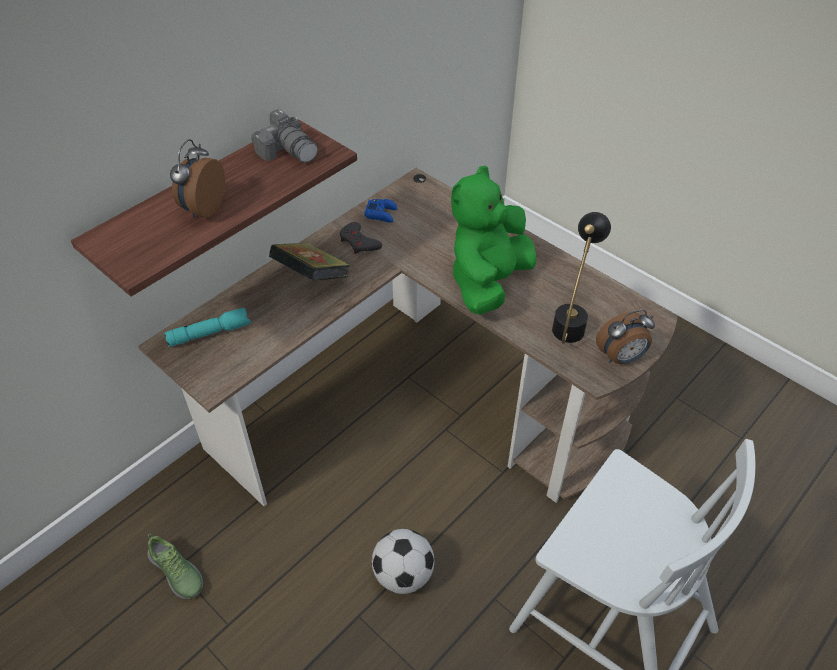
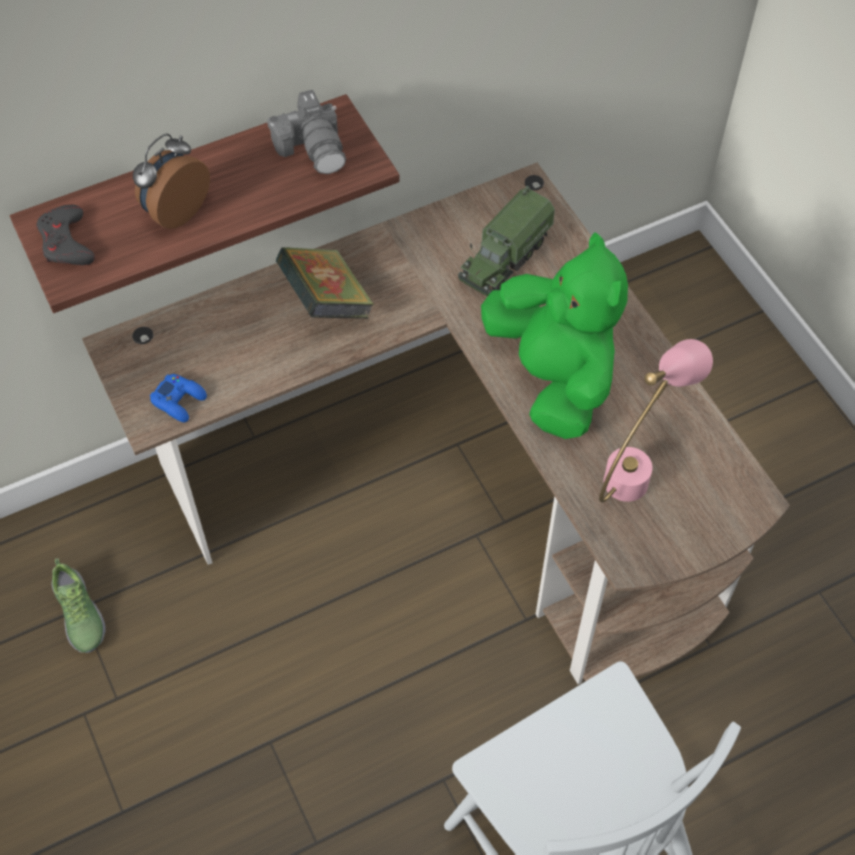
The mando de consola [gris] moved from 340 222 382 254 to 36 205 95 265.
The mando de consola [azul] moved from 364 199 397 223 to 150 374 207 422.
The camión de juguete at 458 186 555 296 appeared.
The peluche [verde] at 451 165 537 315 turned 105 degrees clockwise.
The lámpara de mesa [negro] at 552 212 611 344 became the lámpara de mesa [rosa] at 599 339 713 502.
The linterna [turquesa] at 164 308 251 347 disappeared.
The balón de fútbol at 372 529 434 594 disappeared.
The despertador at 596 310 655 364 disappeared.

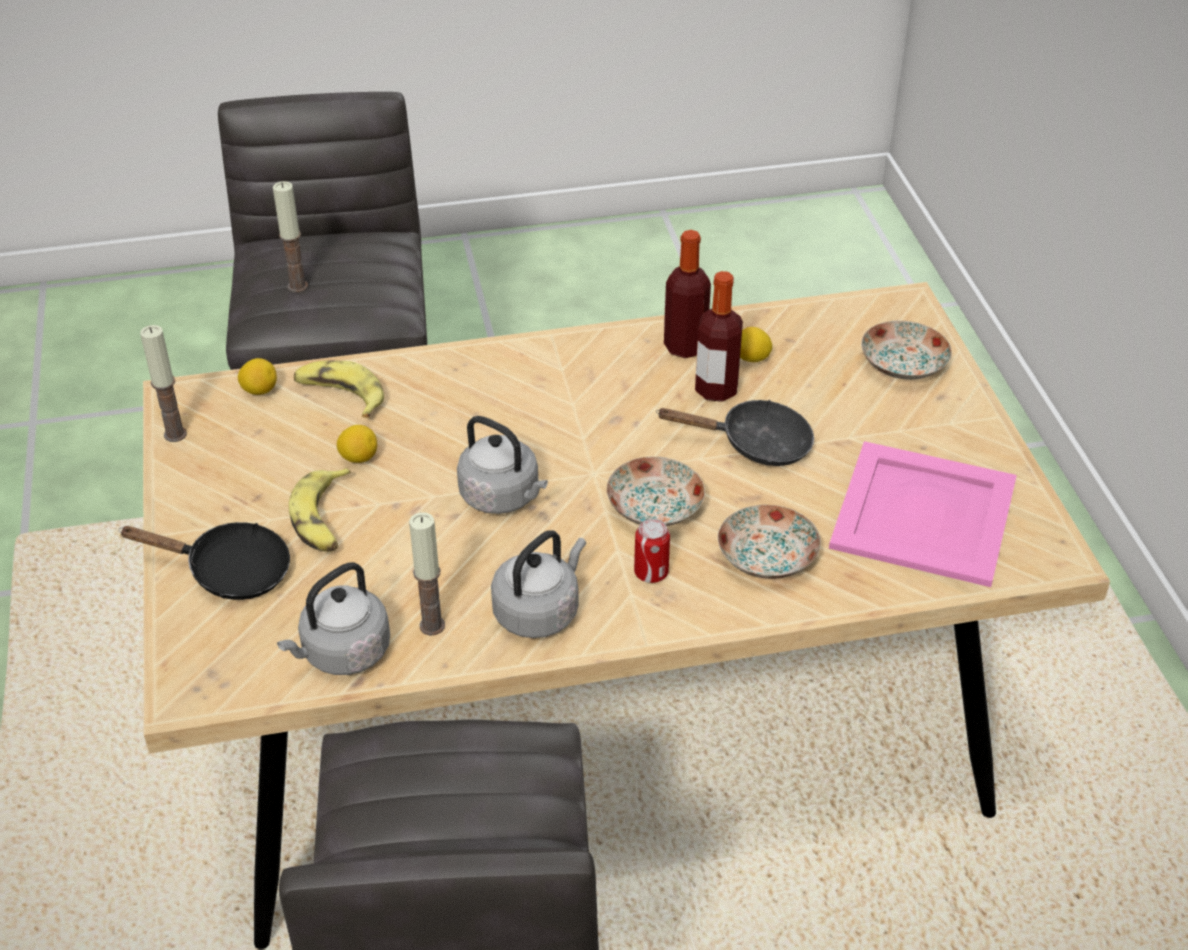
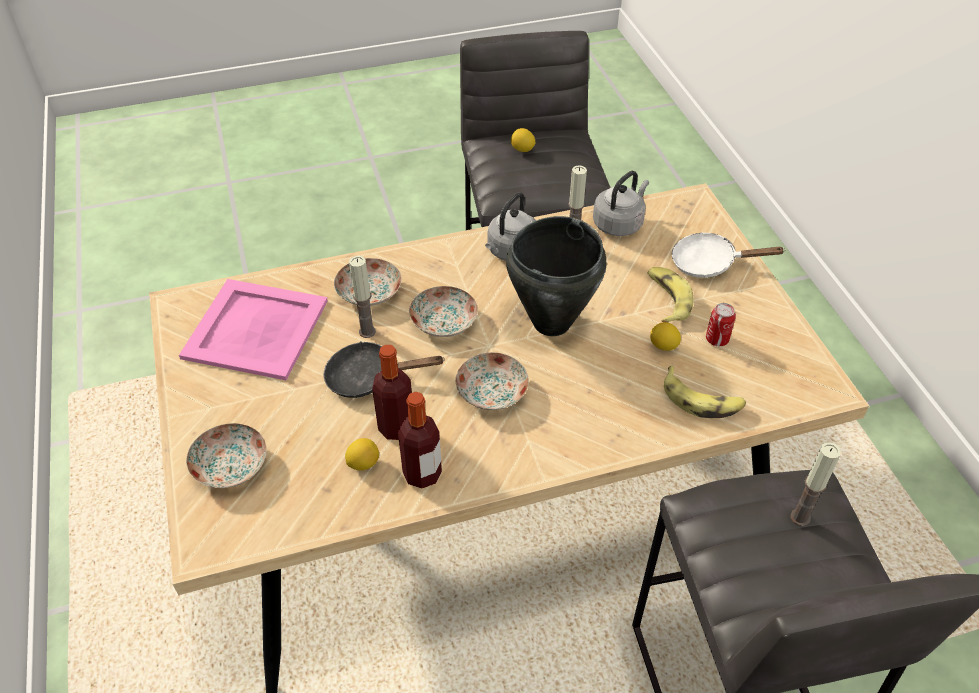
The vela moved from 140 325 187 442 to 349 256 376 338.
The plato at 456 352 529 410 appeared.
The hervidor [gris] at 457 416 548 514 was replaced by the olla [negro] at 506 216 606 336.
The limón moved from 238 358 277 395 to 511 128 536 152.
The sartén [negro] at 119 522 290 600 became the sartén [blanco] at 672 232 784 278.
The lata moved from 634 519 670 583 to 706 303 736 346.

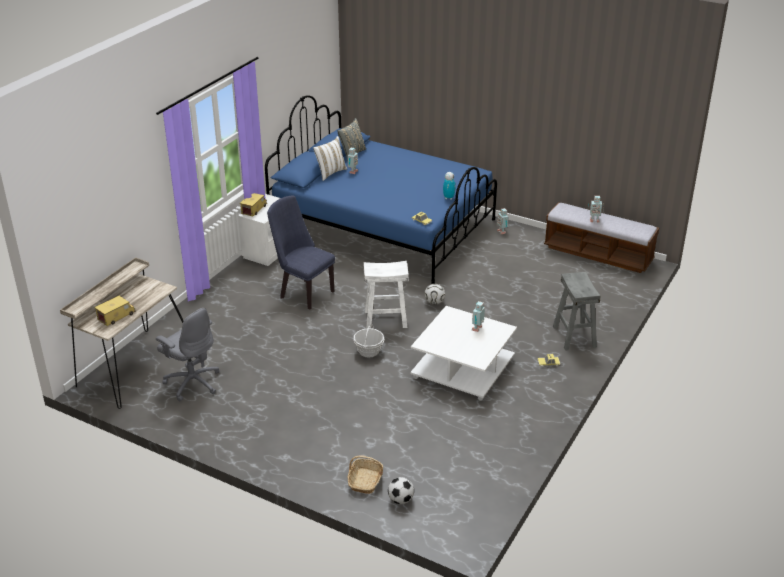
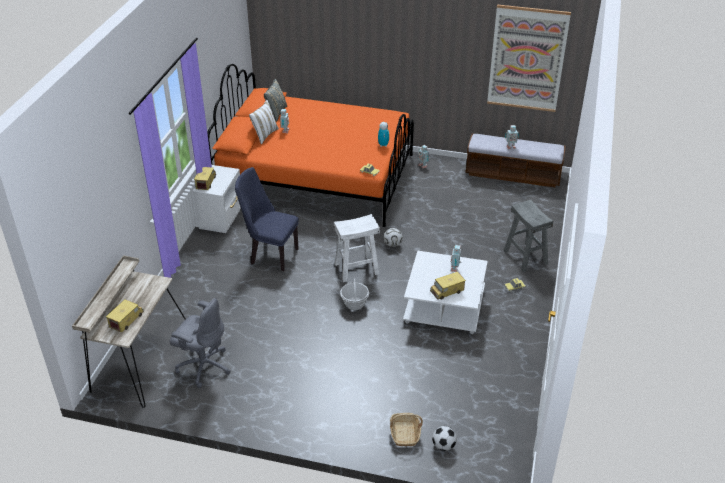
The cama [azul] at 265 95 497 284 became the cama [naranja] at 207 64 414 227.
The camión de juguete at 430 271 466 300 appeared.
The cuadro at 487 5 571 112 appeared.

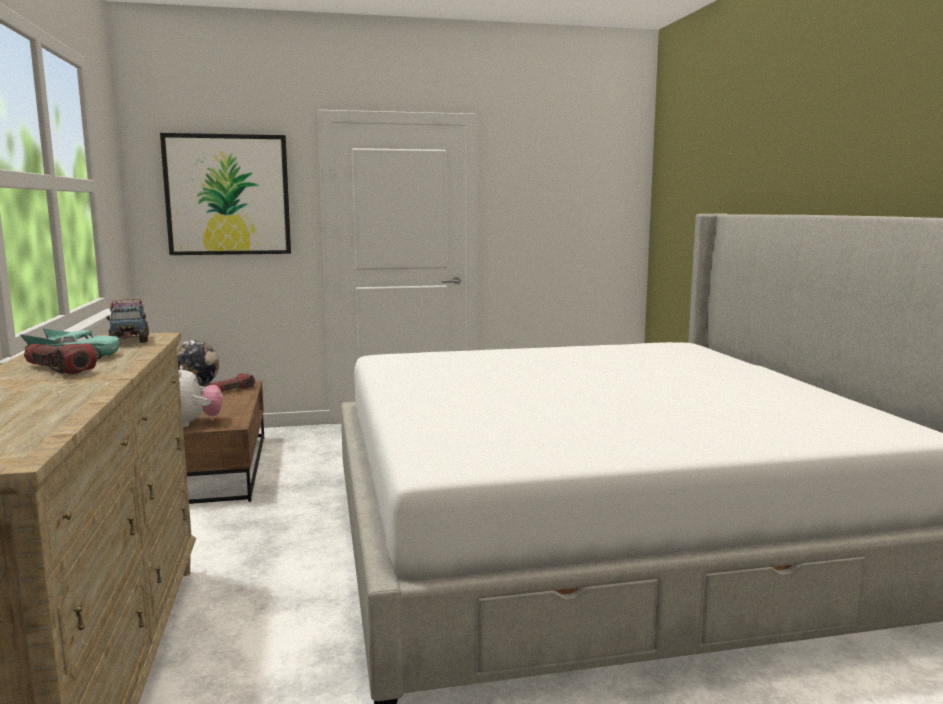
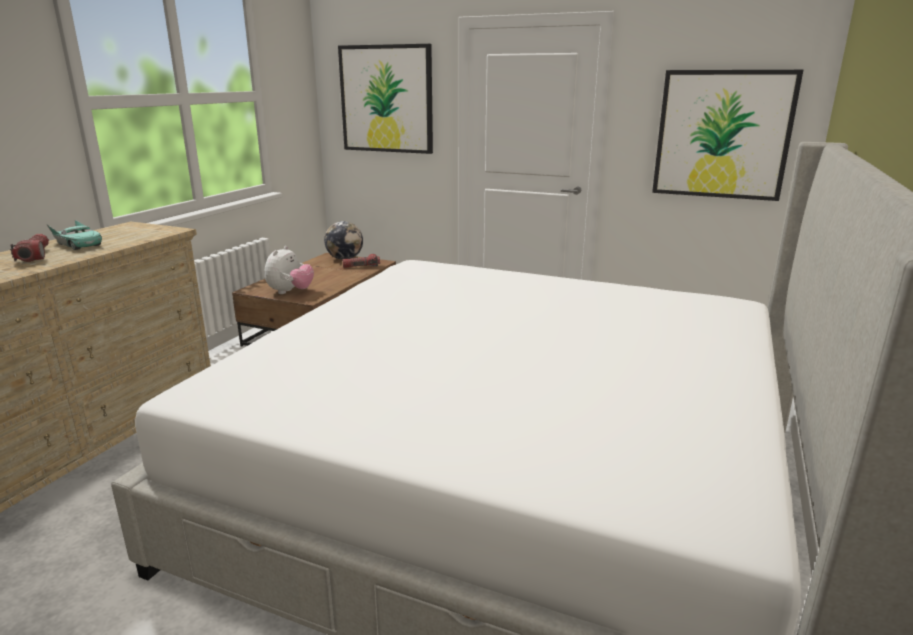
The cuadro at 652 70 803 201 appeared.
The camión de juguete at 107 299 149 343 disappeared.

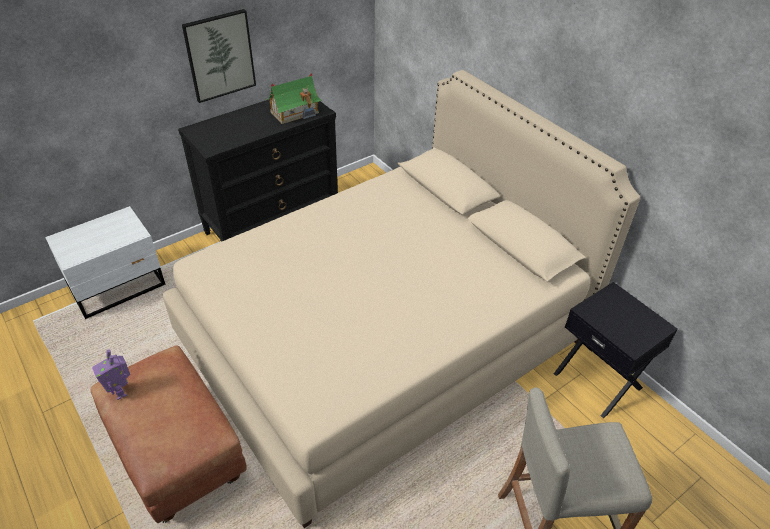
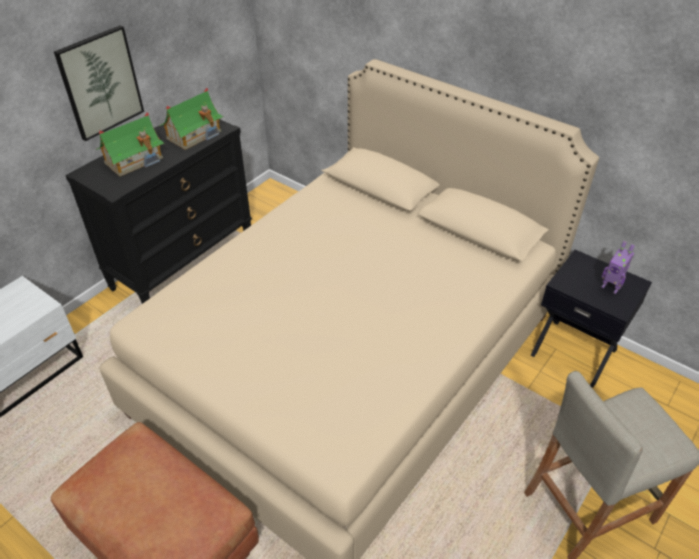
The casita at 96 113 165 176 appeared.
The robot de juguete moved from 92 349 130 400 to 602 241 635 294.

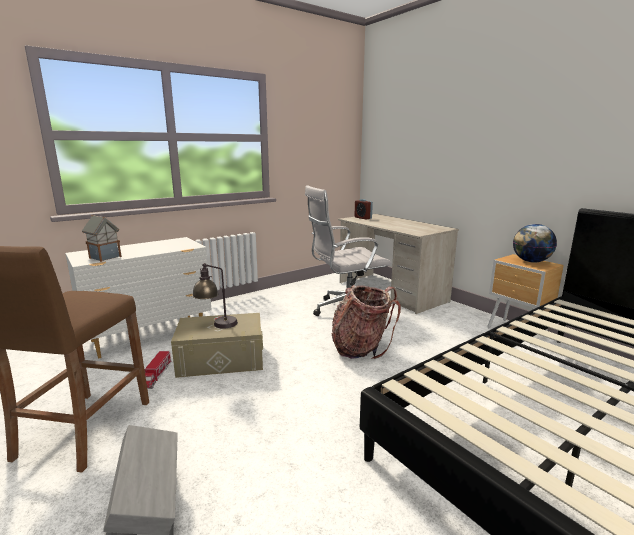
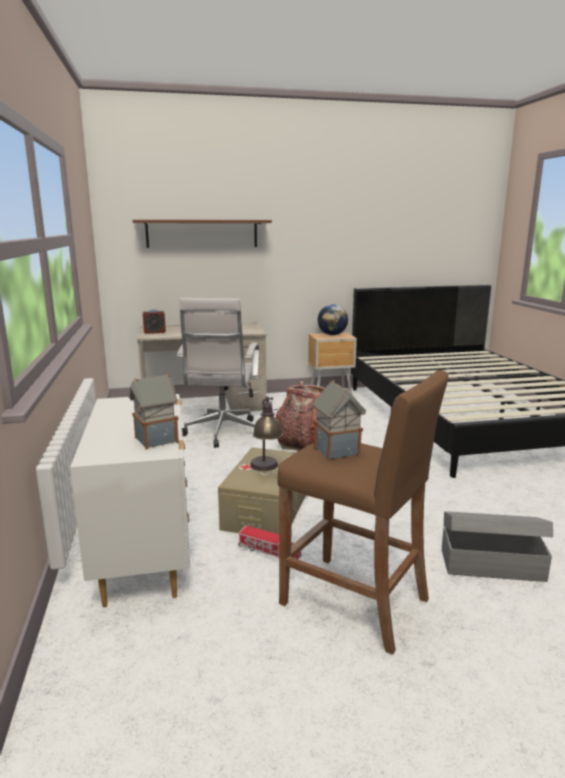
The estante [marrón] at 133 220 272 248 appeared.
The casita at 312 380 366 460 appeared.

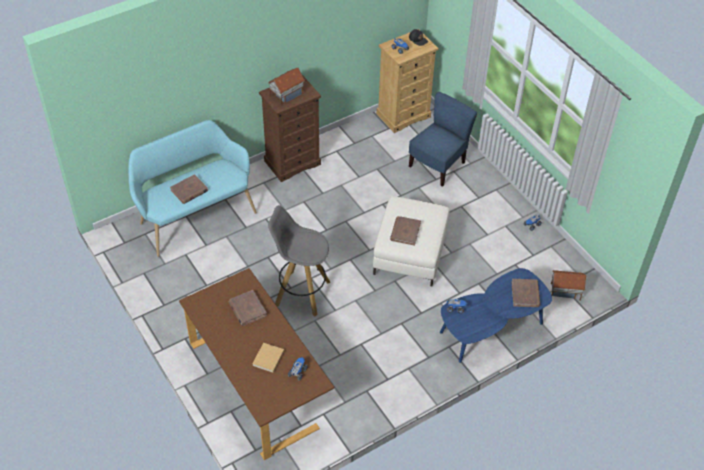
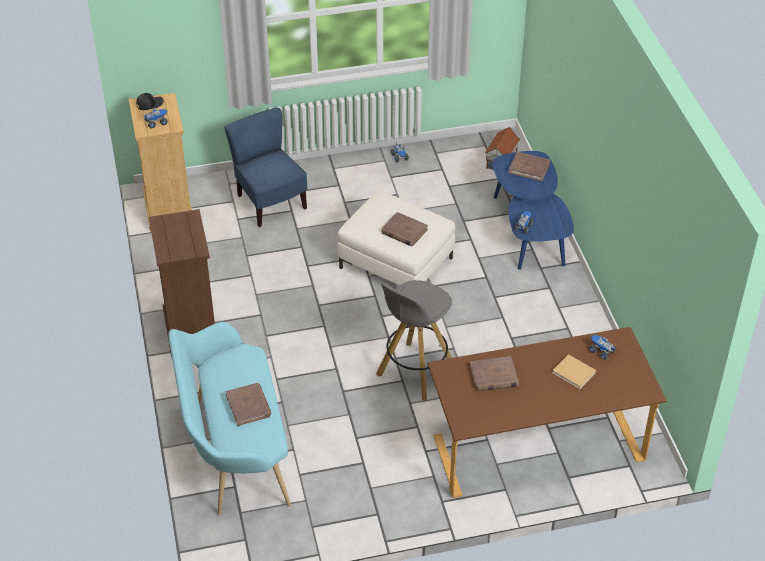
The casita at 268 68 305 105 disappeared.

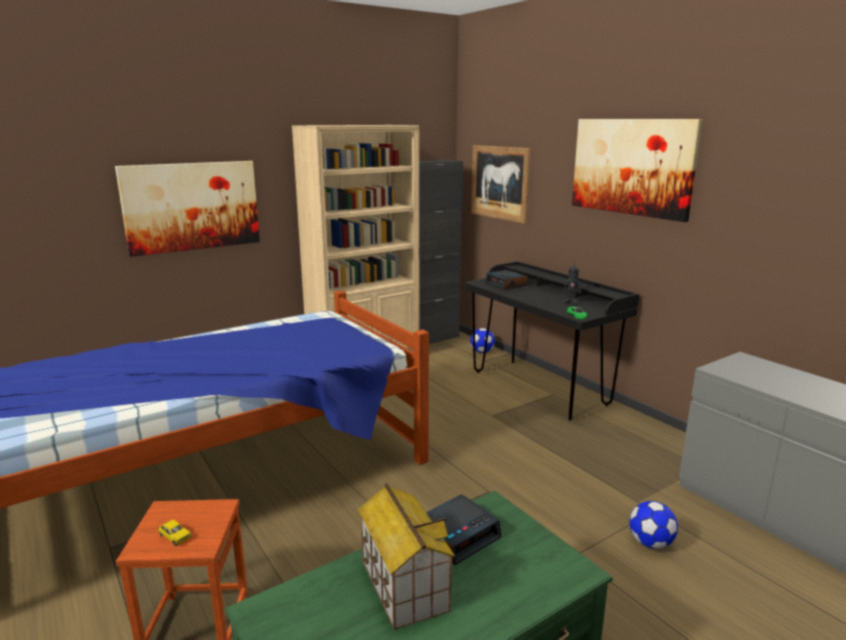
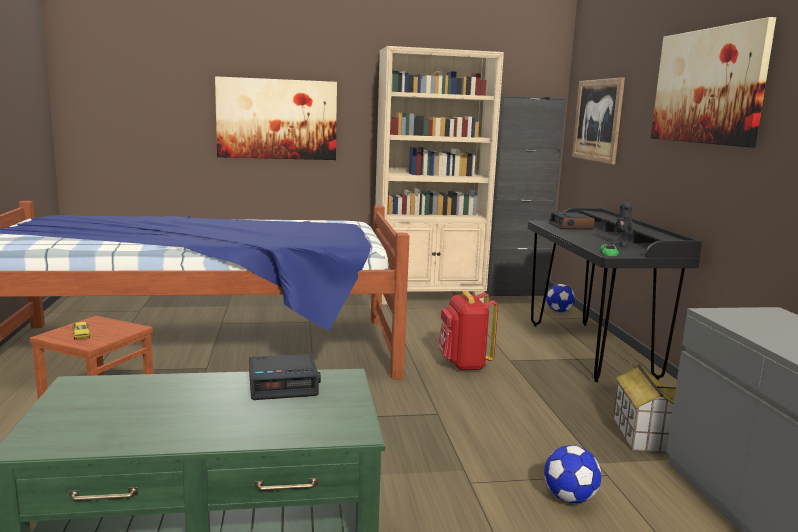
The mochila [rojo] at 438 291 498 371 appeared.
The casita moved from 358 483 455 630 to 613 365 676 453.

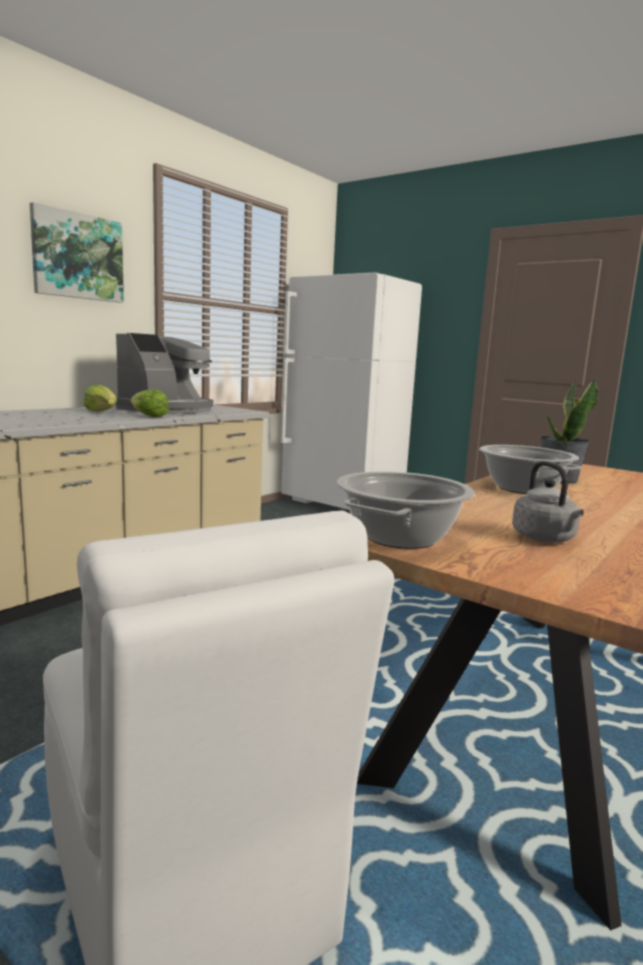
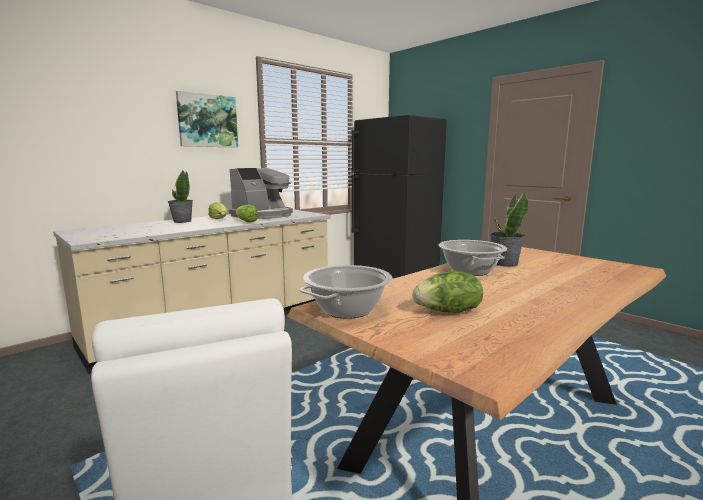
The planta en maceta at 168 171 193 223 appeared.
The nevera [blanco] at 281 272 422 515 became the nevera [negro] at 351 115 447 278.
The hervidor [gris] at 512 461 584 542 was replaced by the lechuga at 413 271 483 313.

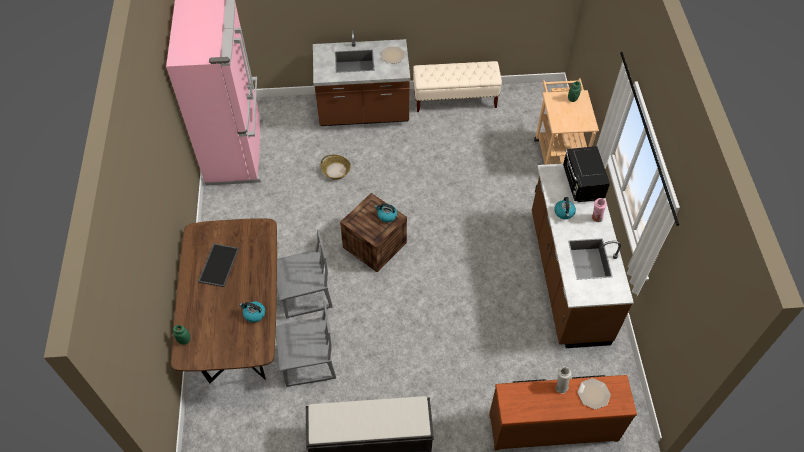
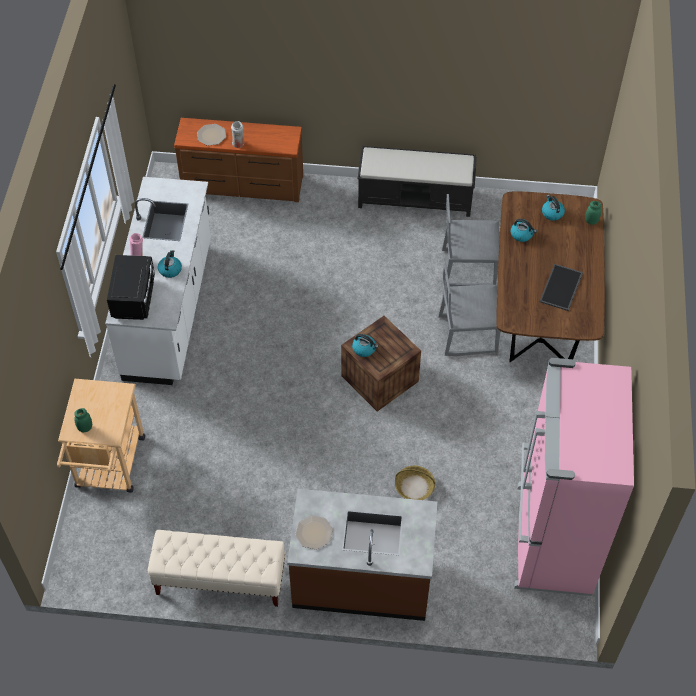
The mueble bajo de cocina [marrón] at 532 164 634 348 became the mueble bajo de cocina [blanco] at 105 177 211 385.
The hervidor at 542 195 565 221 appeared.

